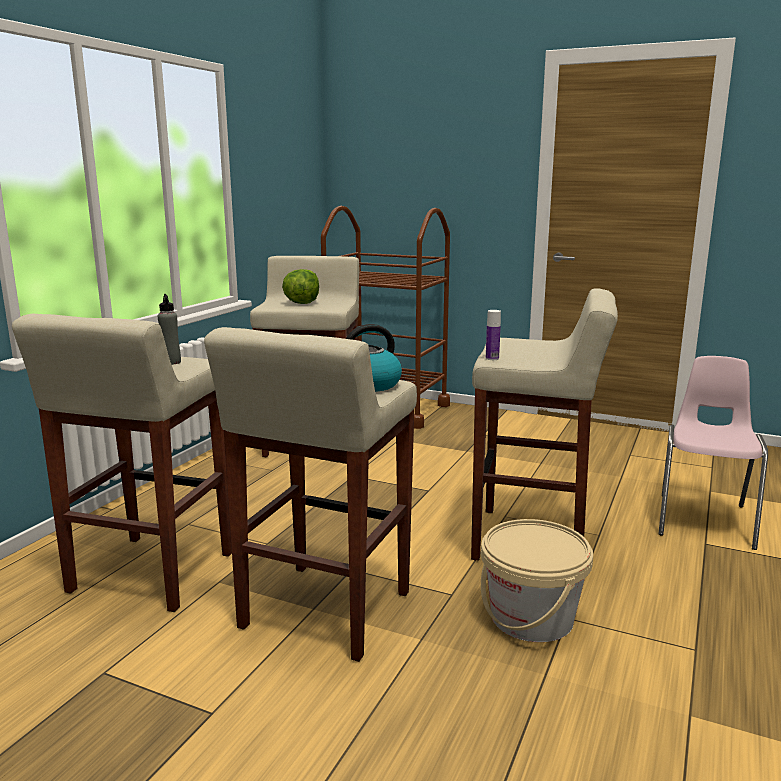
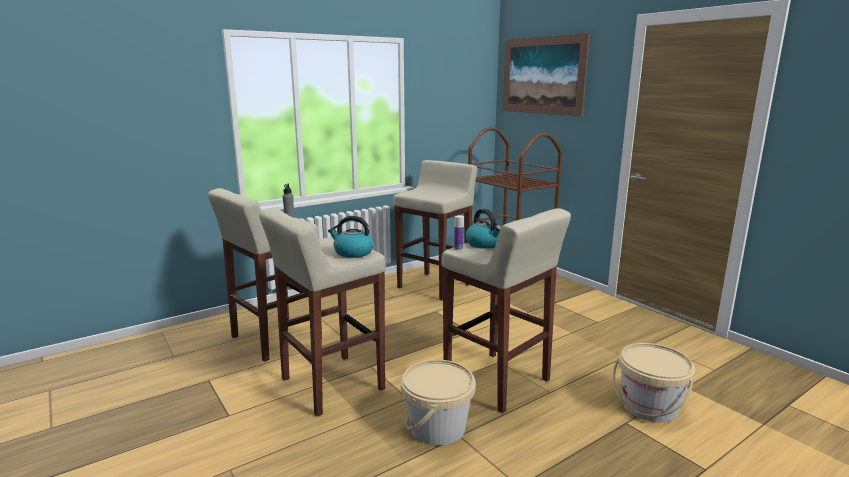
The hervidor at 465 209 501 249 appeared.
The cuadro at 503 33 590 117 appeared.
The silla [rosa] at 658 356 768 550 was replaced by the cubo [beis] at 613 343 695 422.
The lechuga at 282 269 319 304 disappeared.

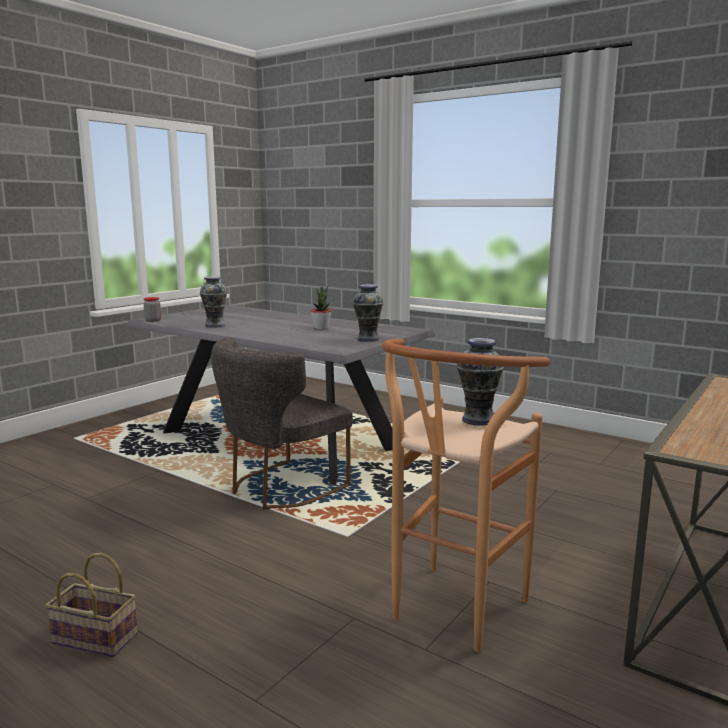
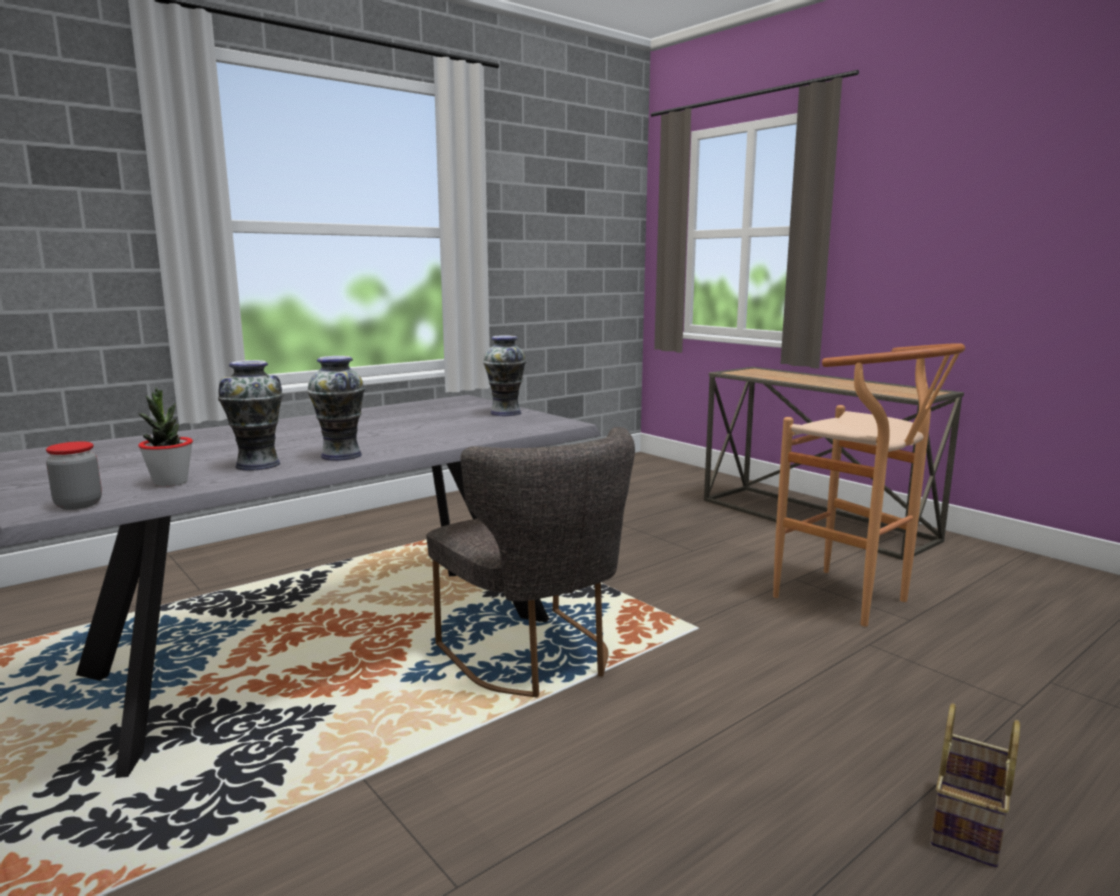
The planta en maceta moved from 310 286 332 329 to 138 388 193 487.
The florero moved from 456 338 504 426 to 307 356 365 461.

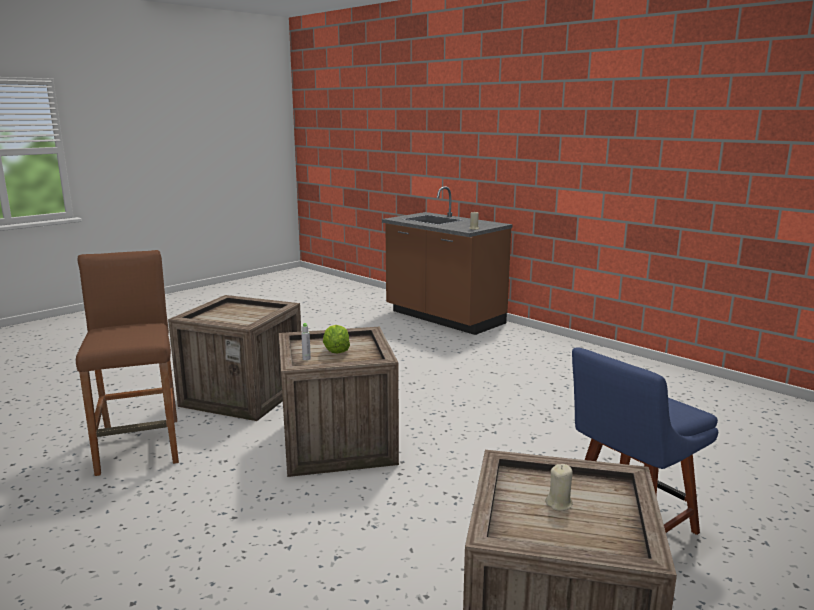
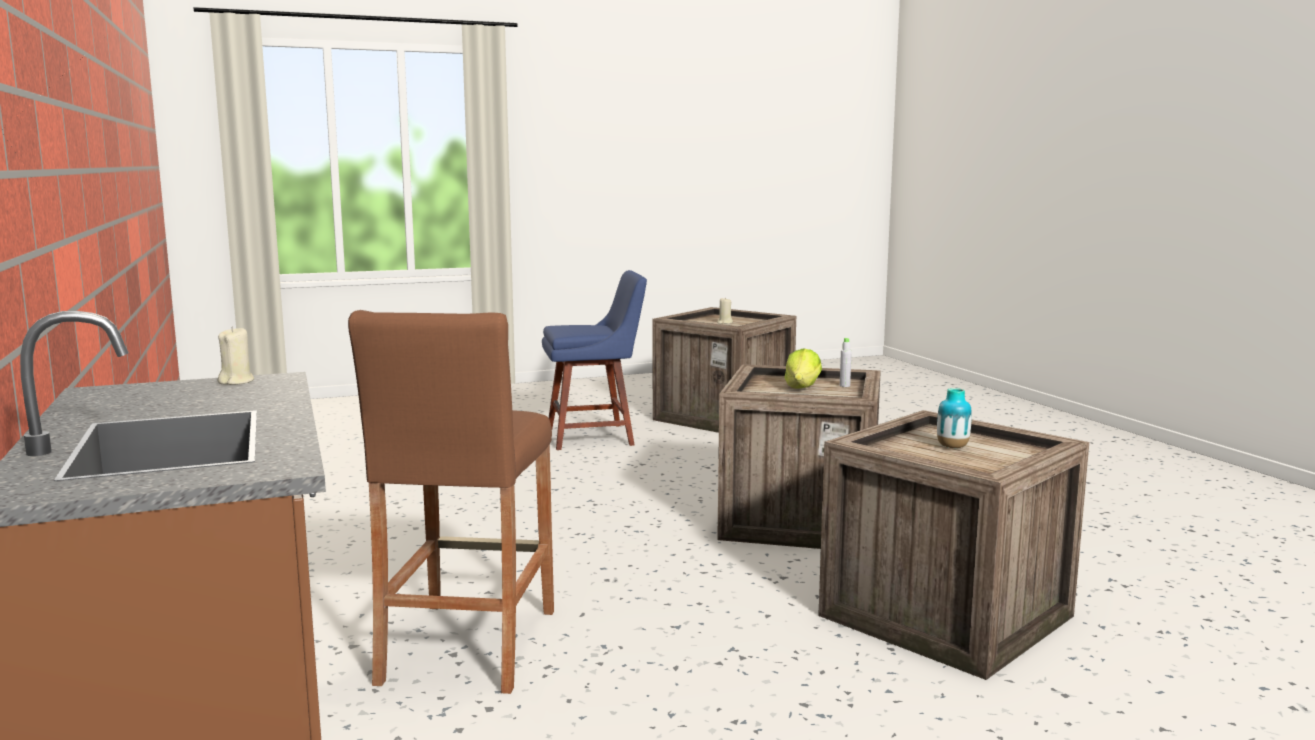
The taburete [marrón] moved from 76 250 179 476 to 348 310 554 694.
The florero at 937 388 972 448 appeared.

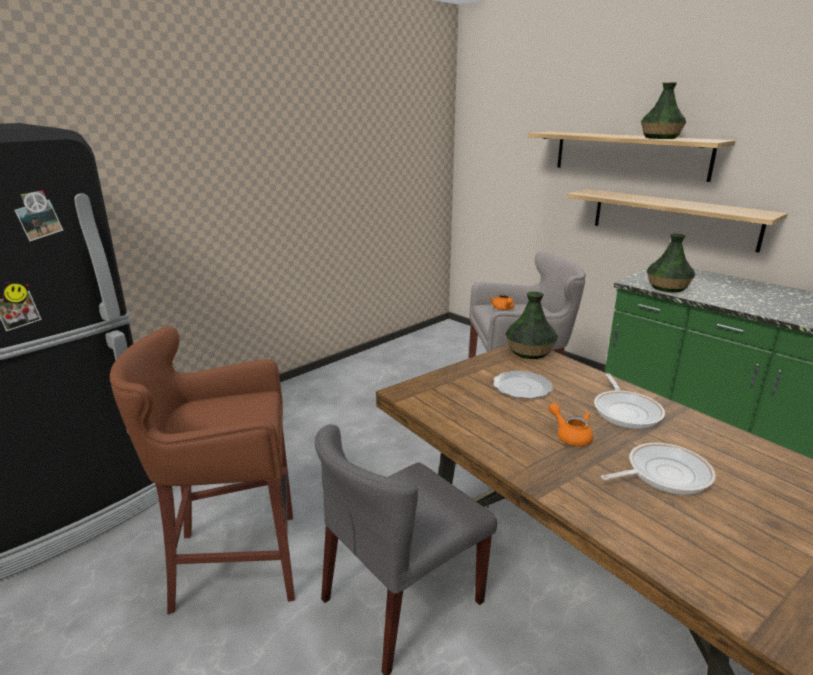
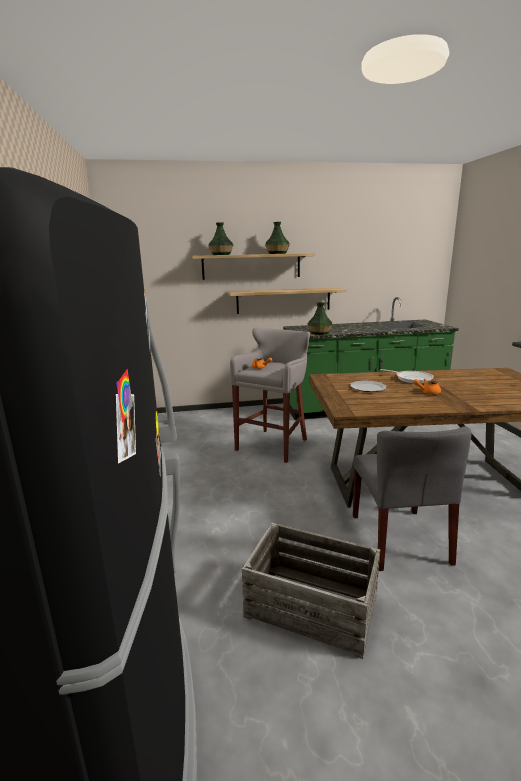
The florero moved from 505 292 558 359 to 208 222 233 255.
The taburete [marrón] at 110 326 295 615 was replaced by the caja de embalaje at 242 522 380 659.
The sartén at 601 443 716 495 disappeared.

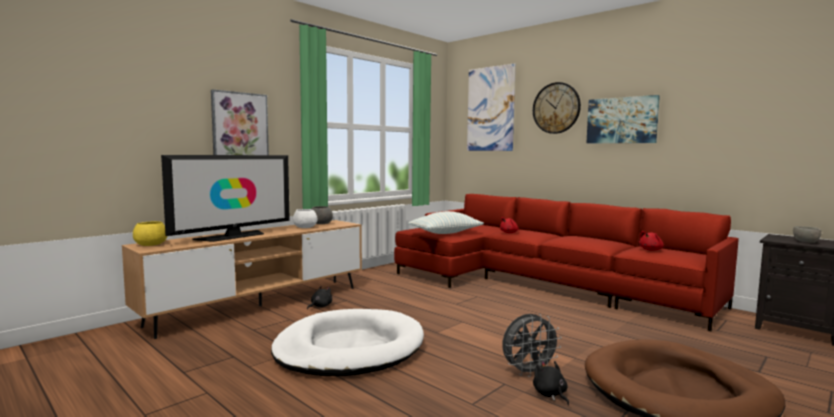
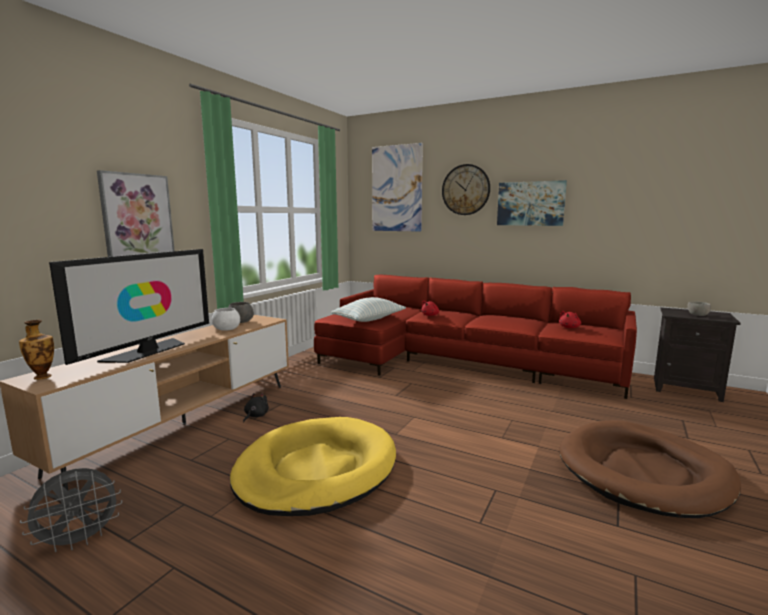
The cuenco [amarillo] at 133 221 167 246 was replaced by the florero at 19 319 54 380.
The ventilador [gris] moved from 502 314 562 377 to 20 468 122 552.
The cama para perro [blanco] at 271 309 424 376 became the cama para perro [amarillo] at 230 417 396 516.
The peluche [negro] at 533 361 569 405 disappeared.

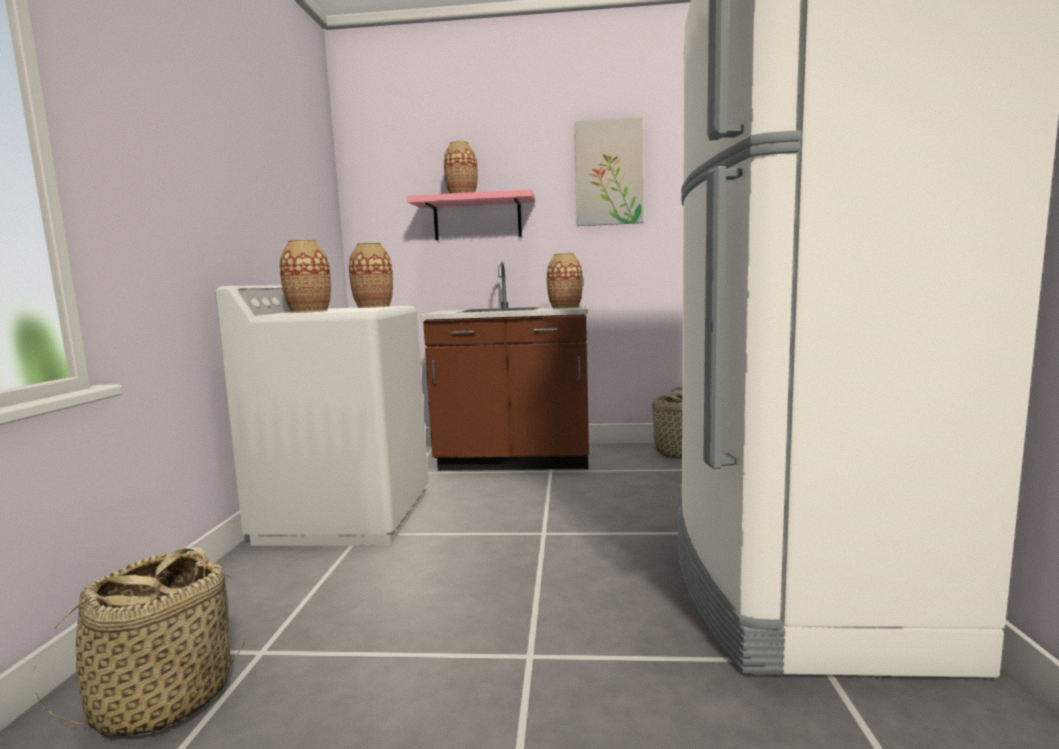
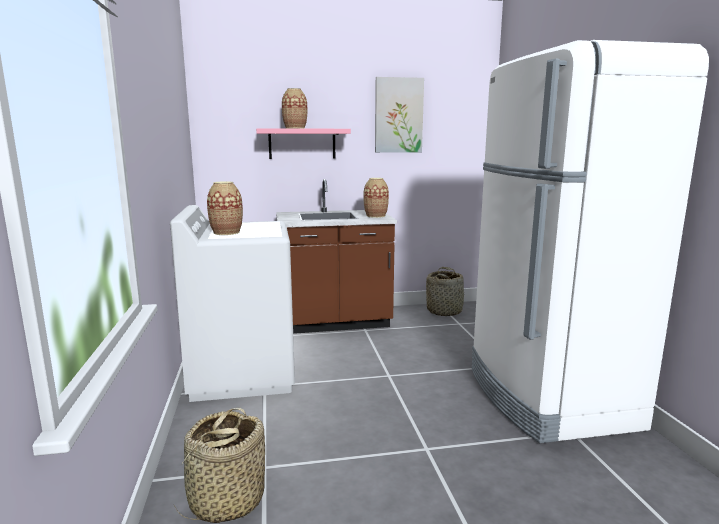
The florero at 349 243 393 308 disappeared.

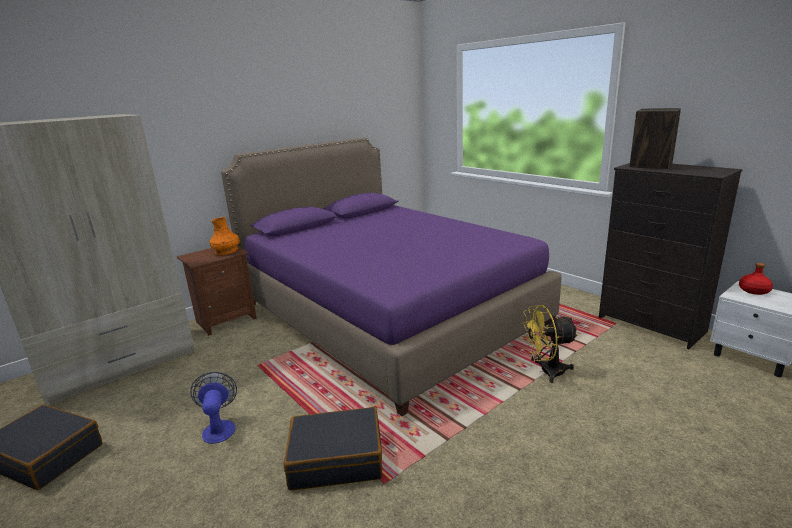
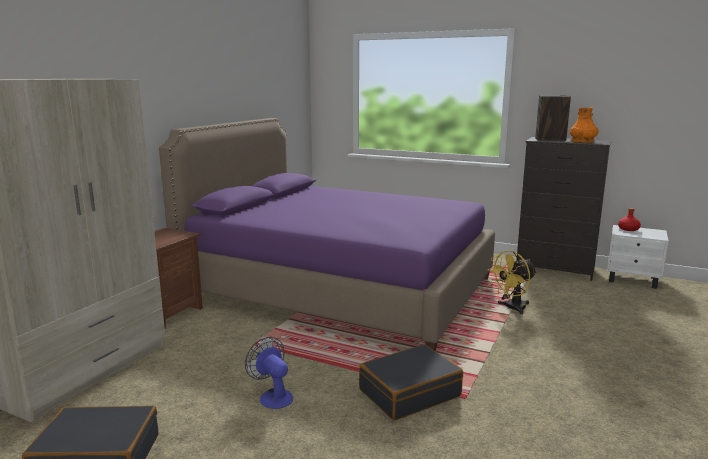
The florero [naranja] moved from 210 217 240 256 to 570 108 598 143.

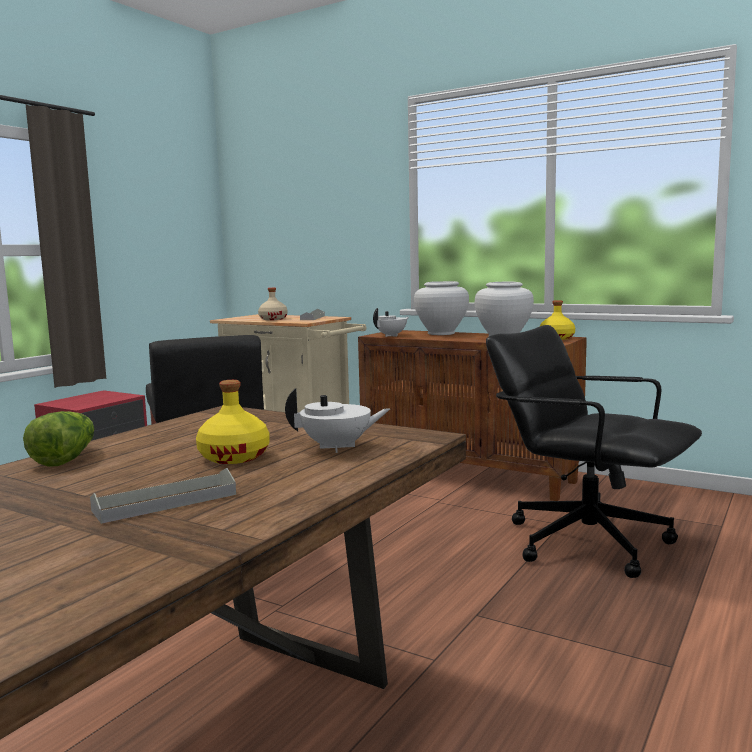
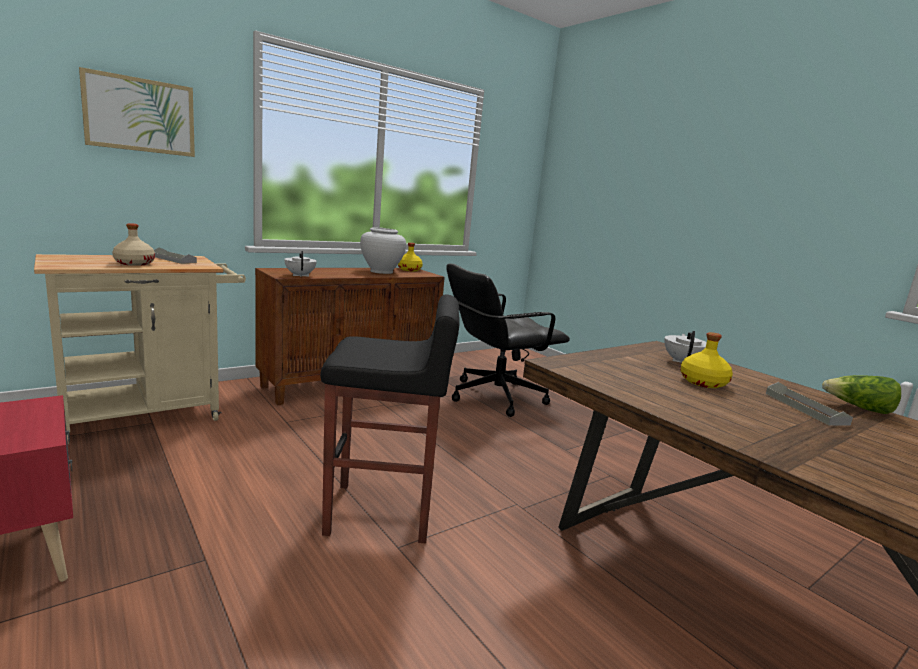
The cuadro at 79 67 195 157 appeared.
The lechuga moved from 23 411 94 467 to 822 375 901 414.
The florero [blanco] at 414 281 469 335 disappeared.

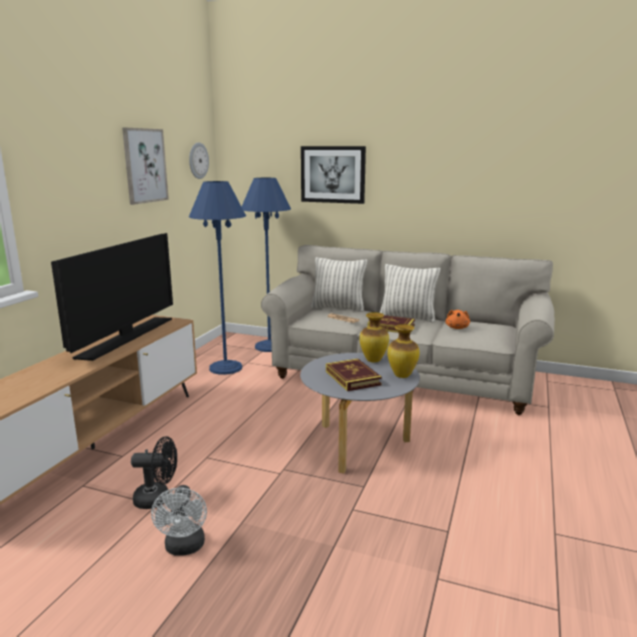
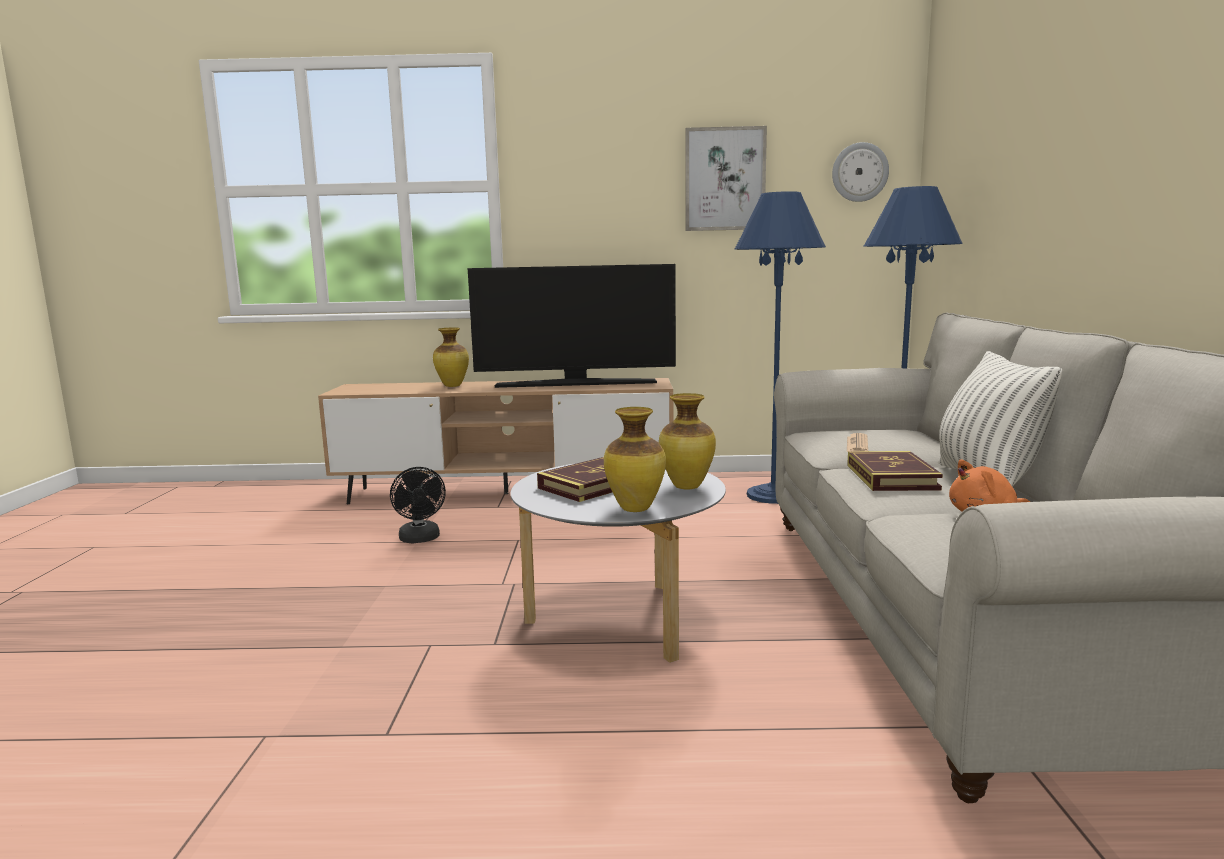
The florero at 433 328 469 387 appeared.
The ventilador [blanco] at 151 485 207 556 disappeared.
The cuadro at 301 146 366 204 disappeared.
The cojín at 311 257 367 312 disappeared.

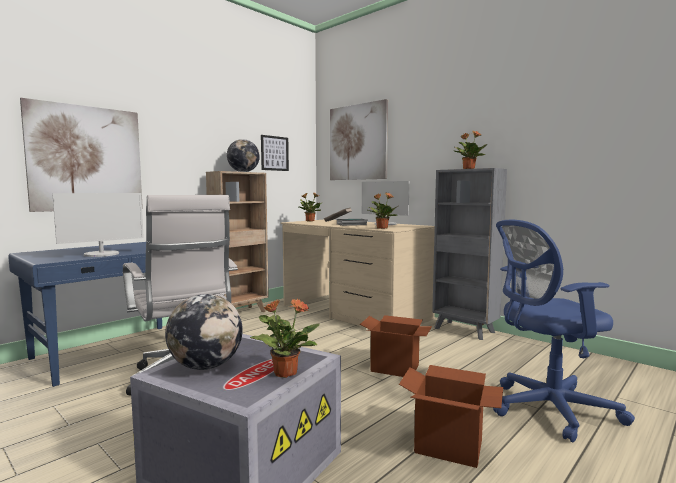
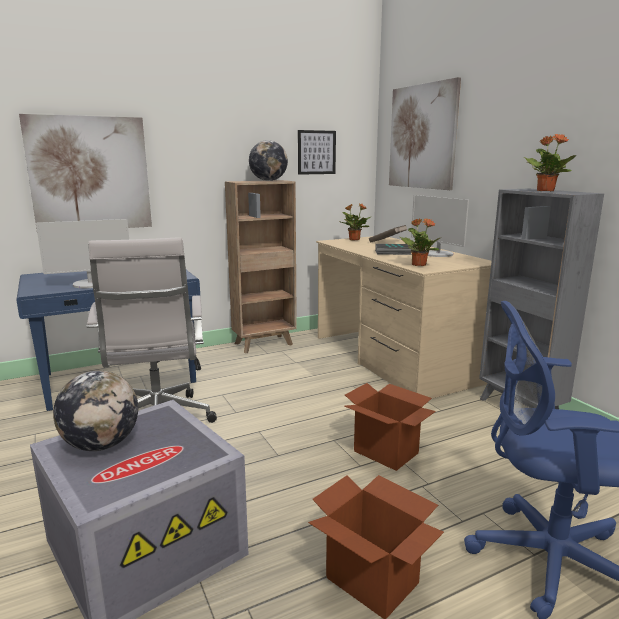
The planta en maceta at 250 299 320 378 disappeared.

